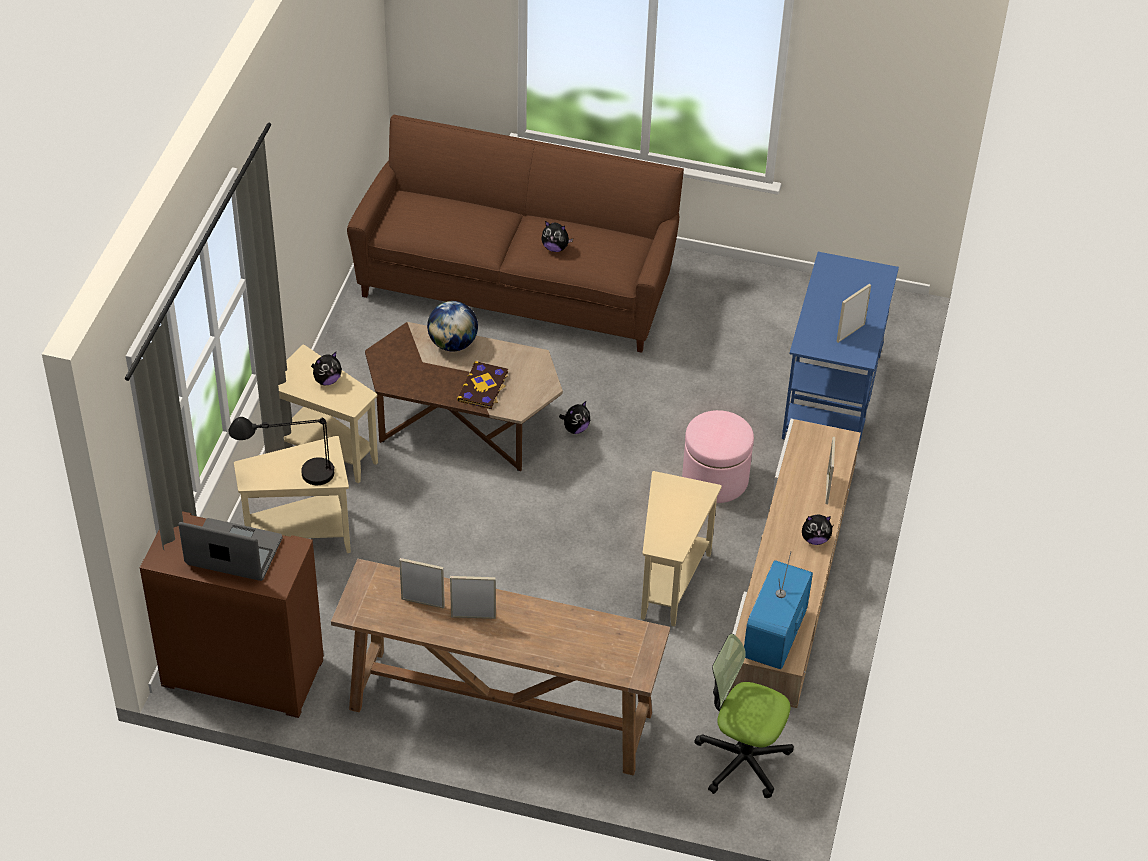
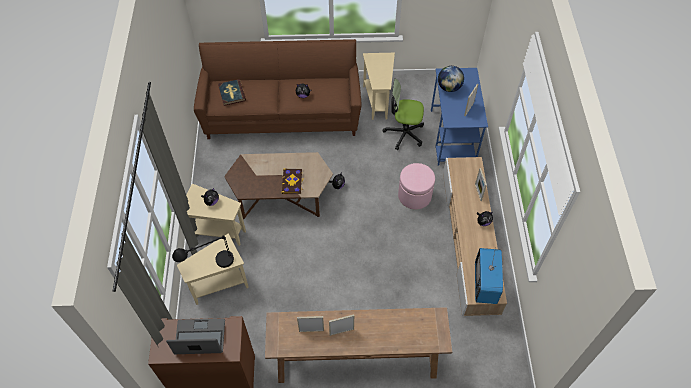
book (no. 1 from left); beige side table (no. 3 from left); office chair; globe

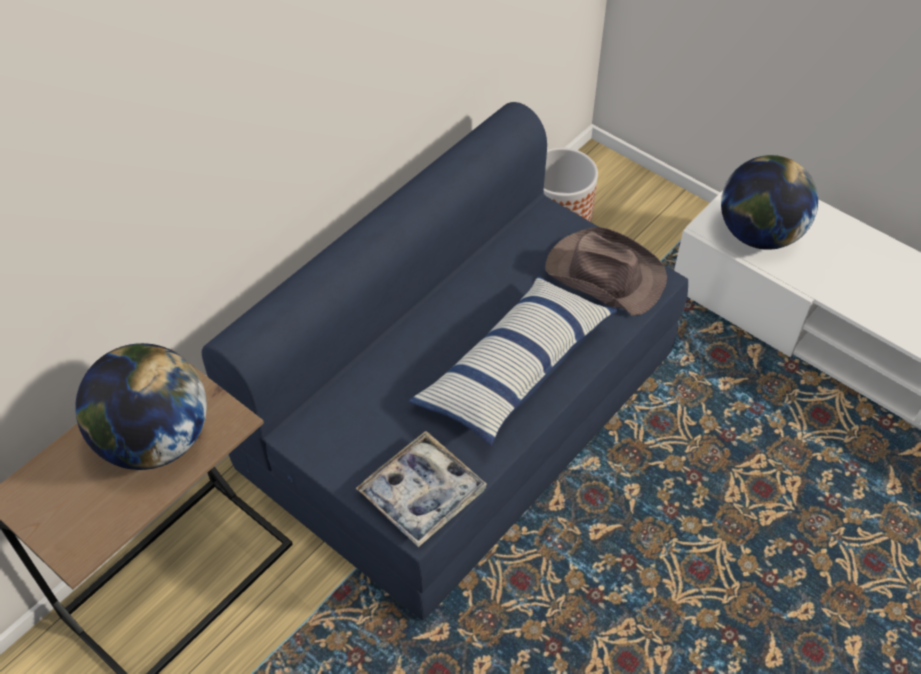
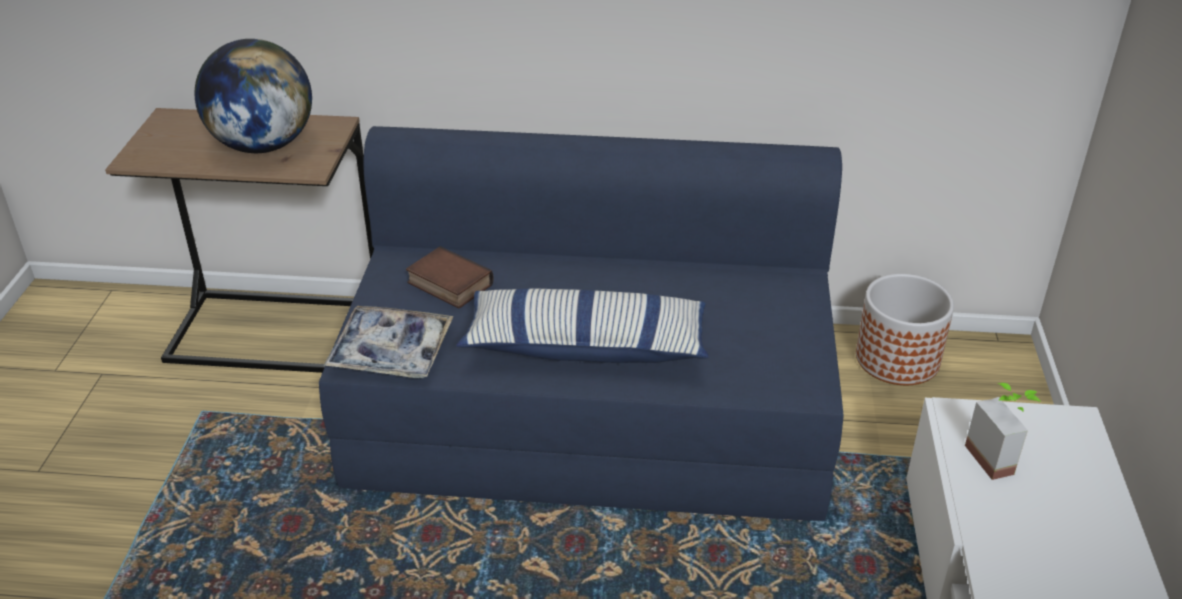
book; potted plant; brown hat

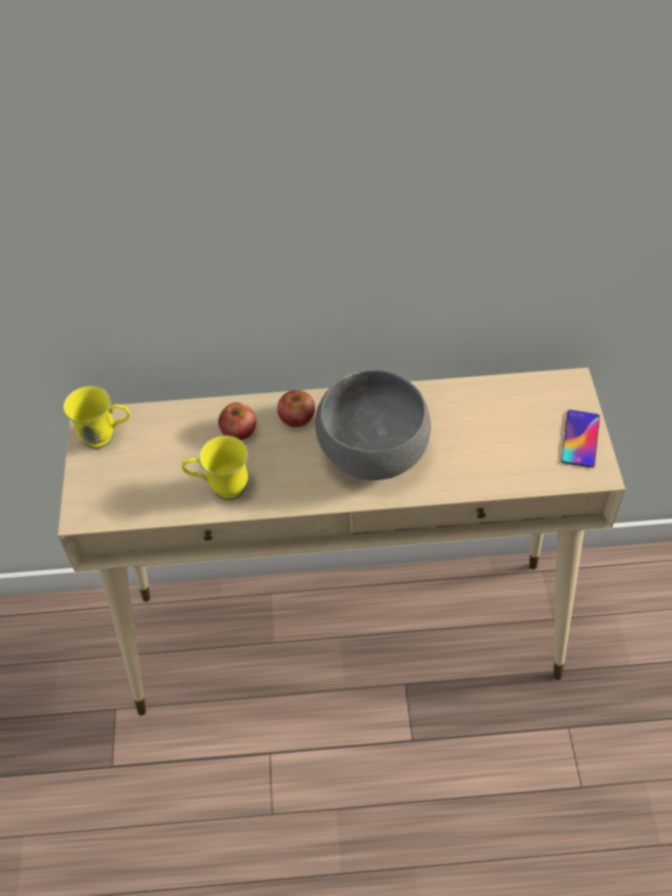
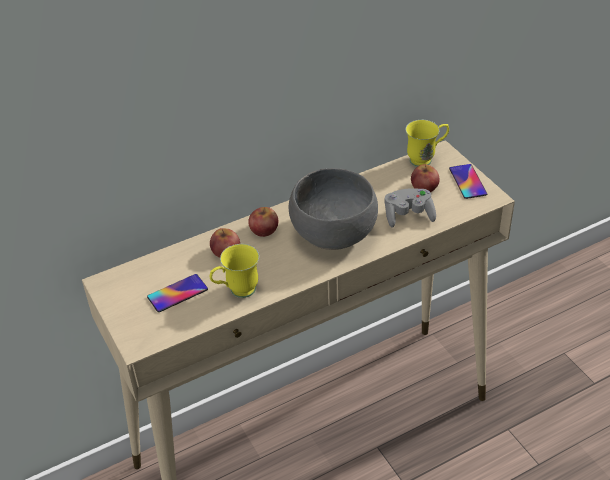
phone (no. 1 from left); grey game controller; yellow mug (no. 2 from left); apple (no. 3 from left)

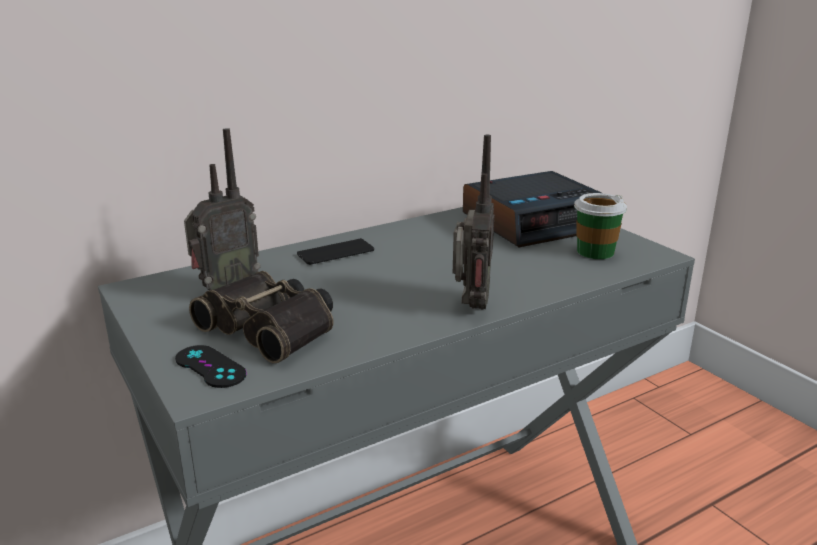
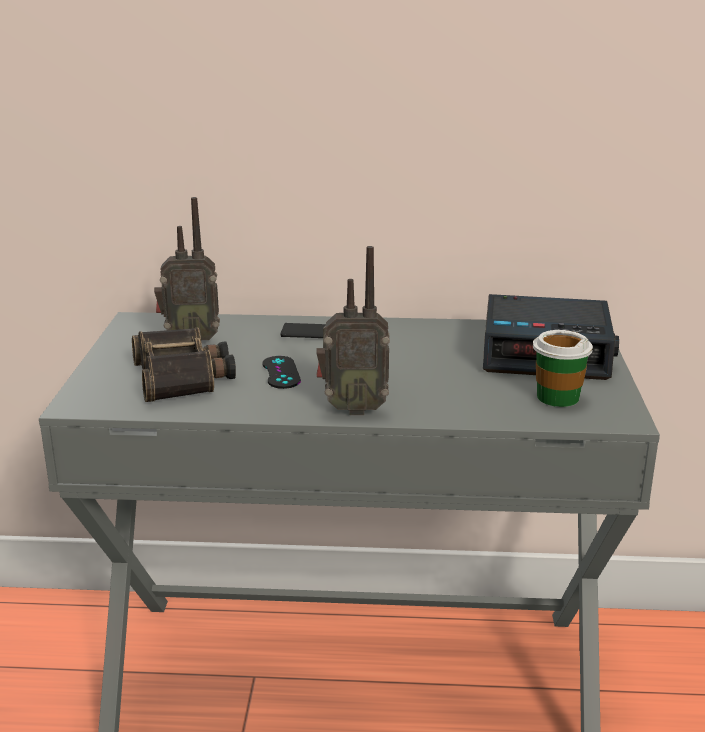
black game controller; radio (no. 2 from left)

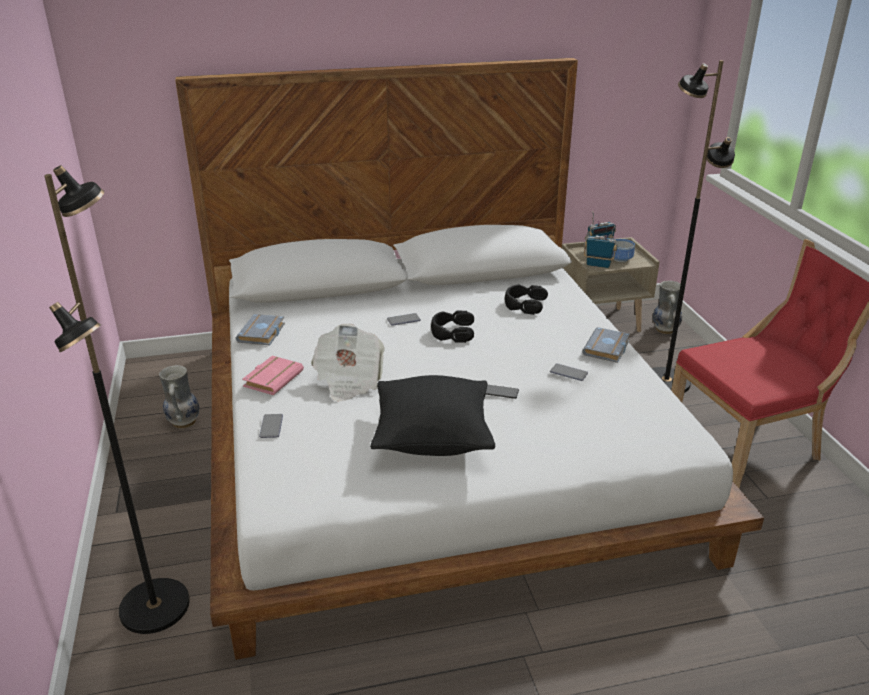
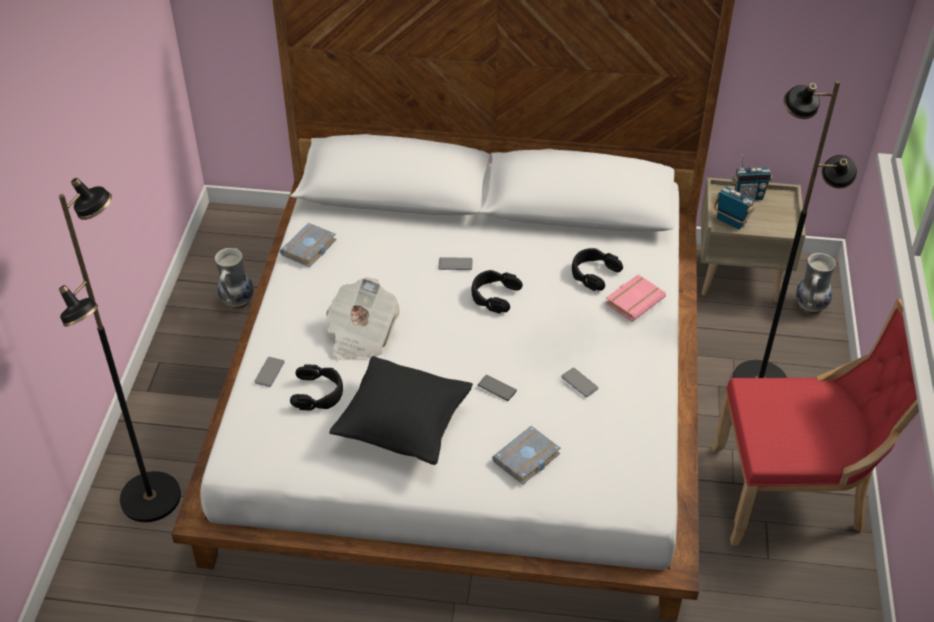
black headphones (no. 1 from left); grey book (no. 2 from left); pink book; bowl

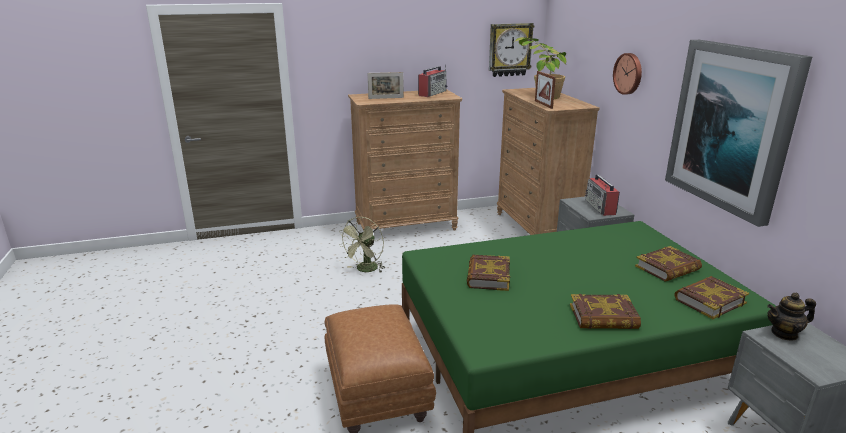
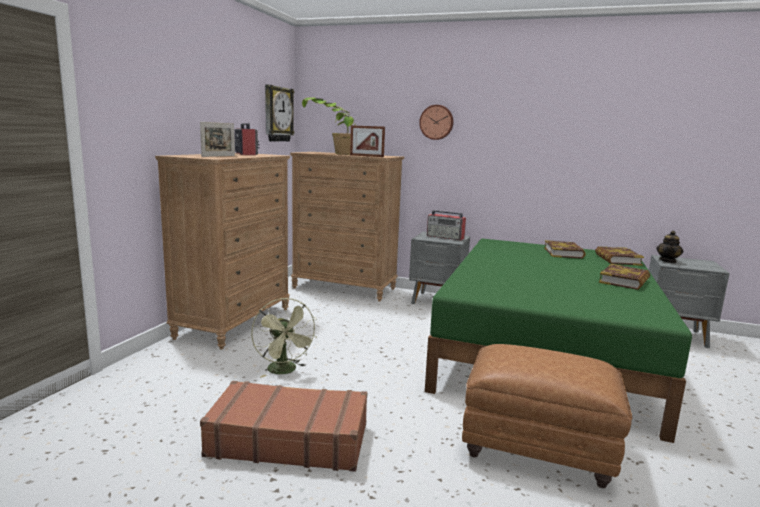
brown suitcase; book (no. 1 from left in the first image); picture

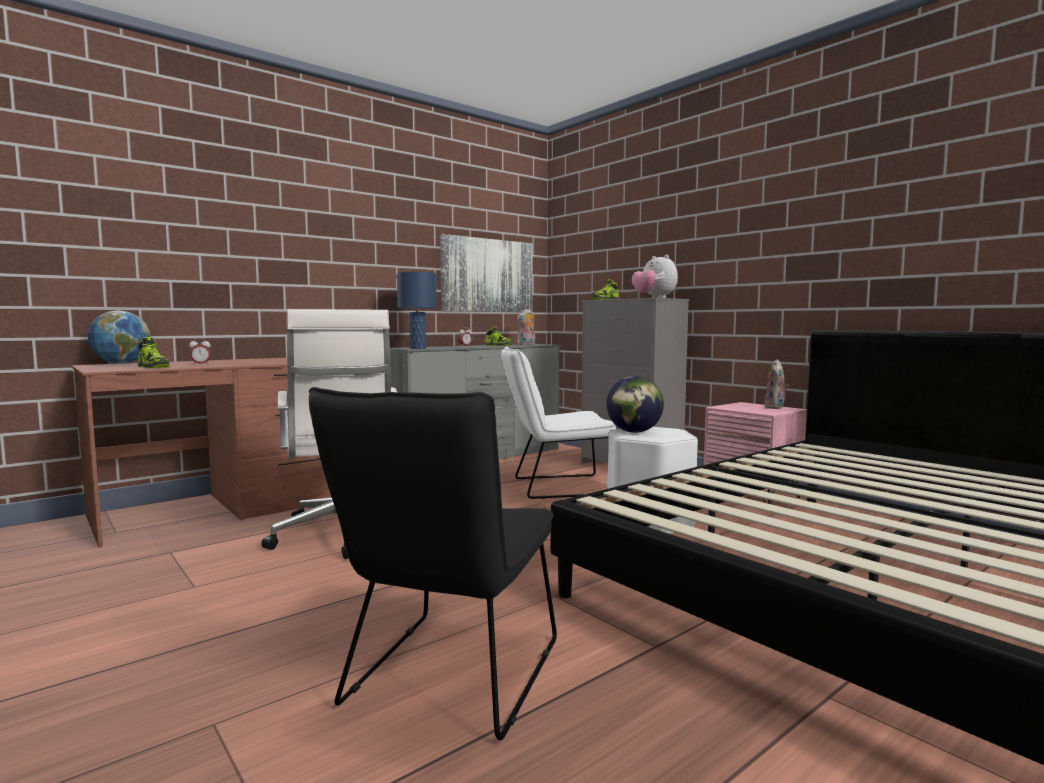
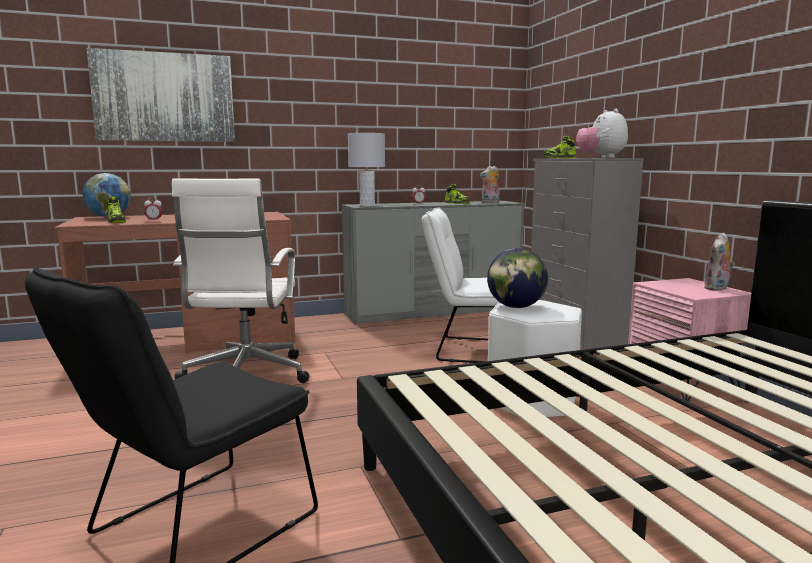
picture; grey table lamp

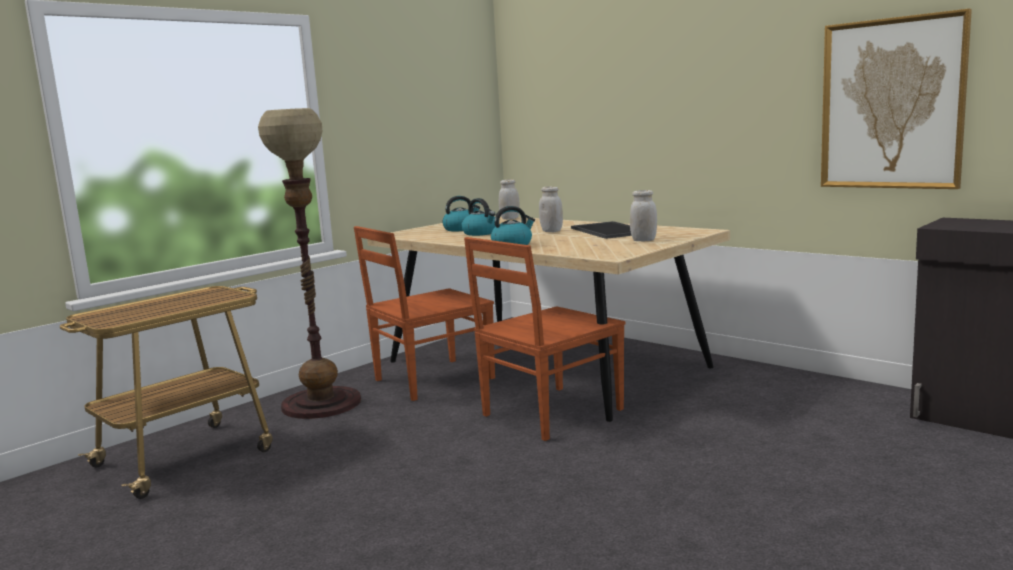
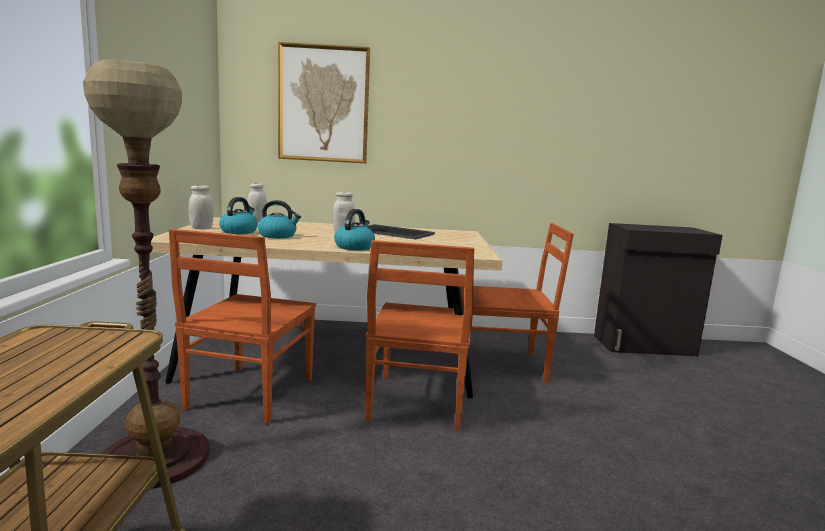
white jar (no. 1 from left); picture; brown chair (no. 3 from left)

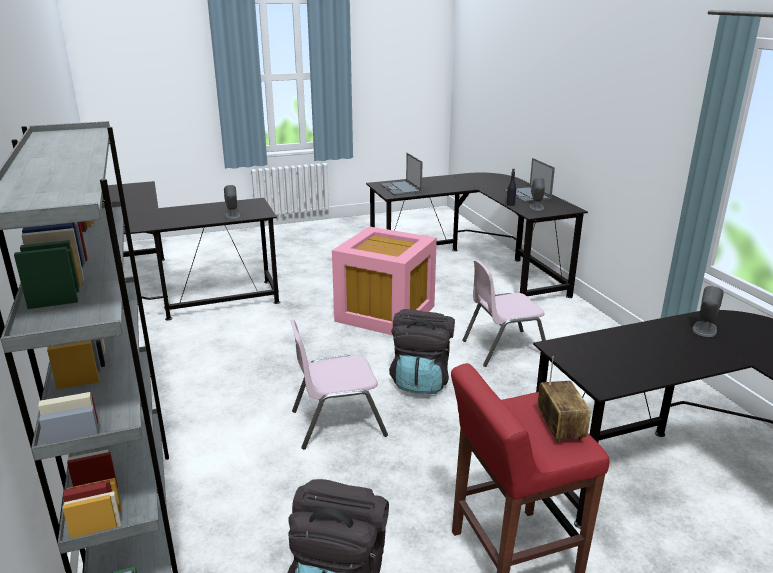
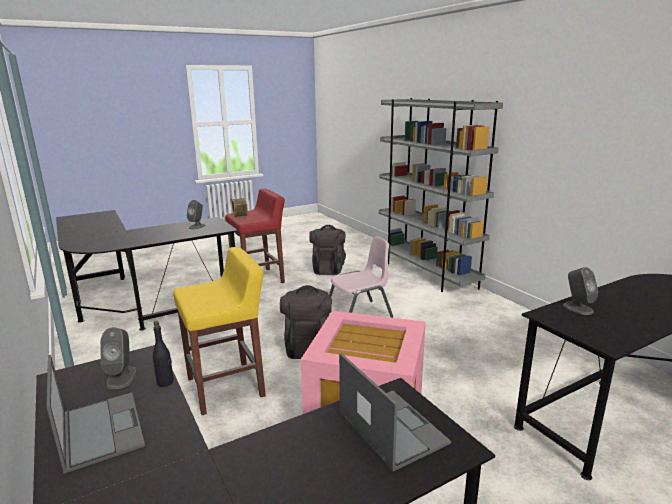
yellow stool; grey speaker (no. 2 from left)

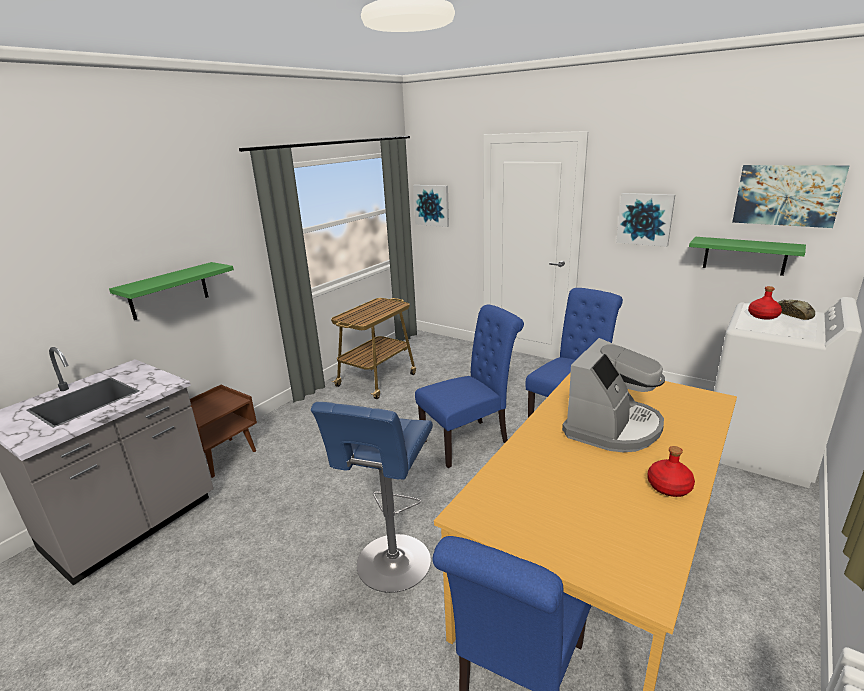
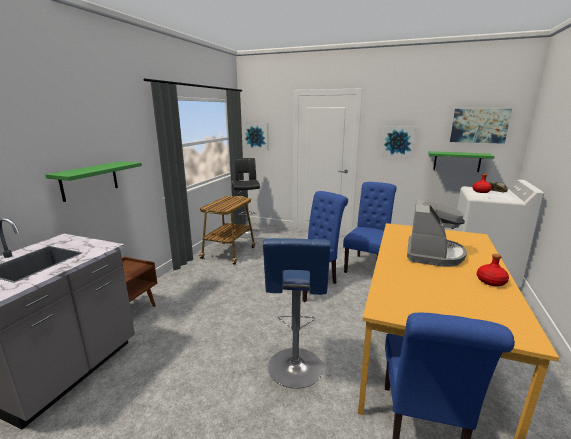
black stool

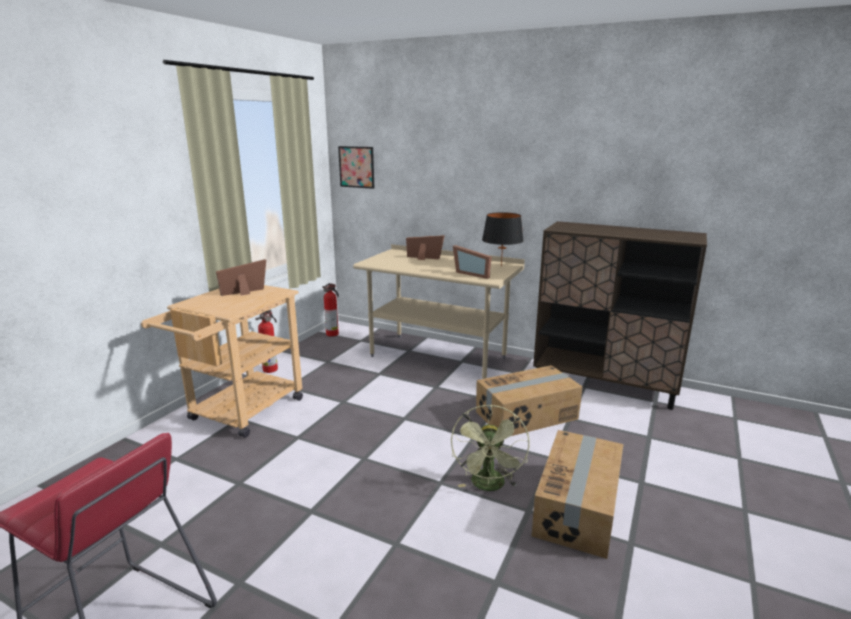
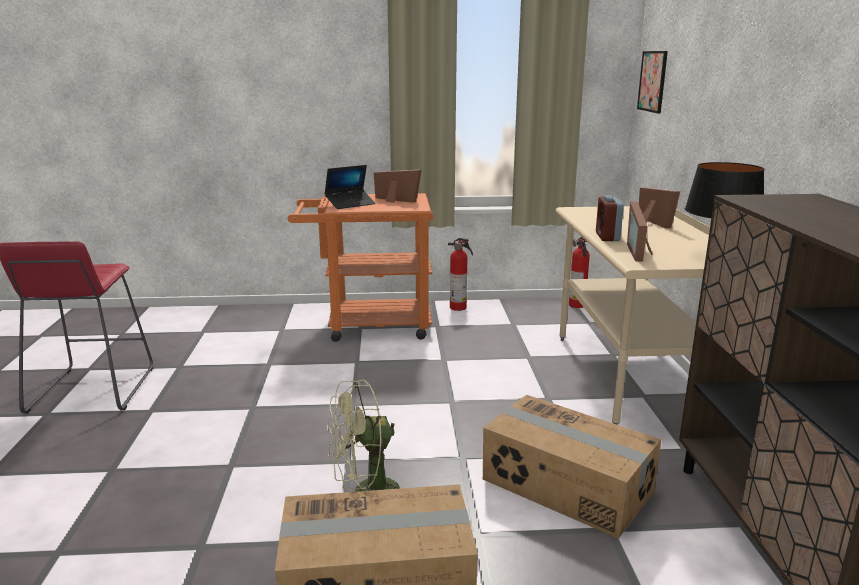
orange cart; laptop; alarm clock

